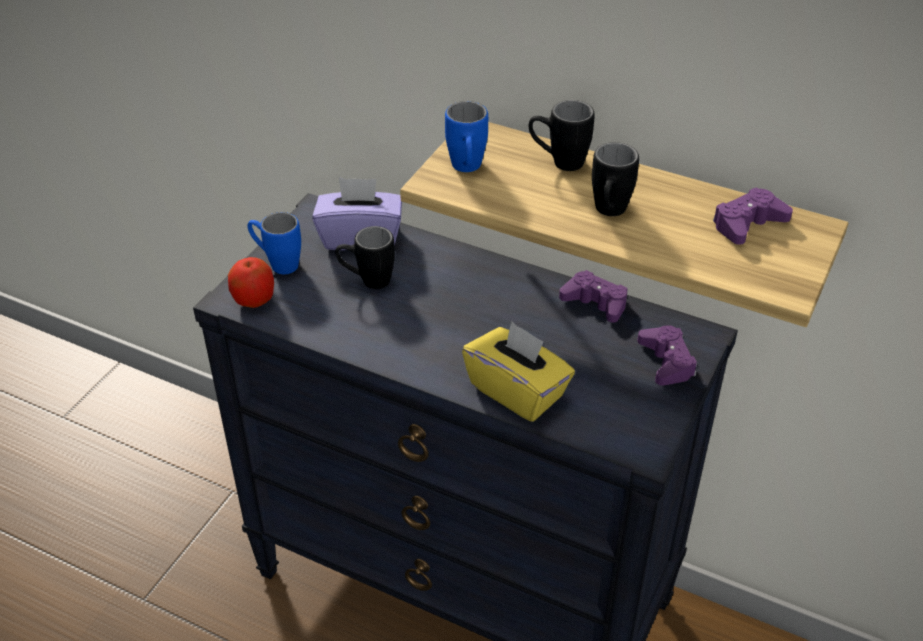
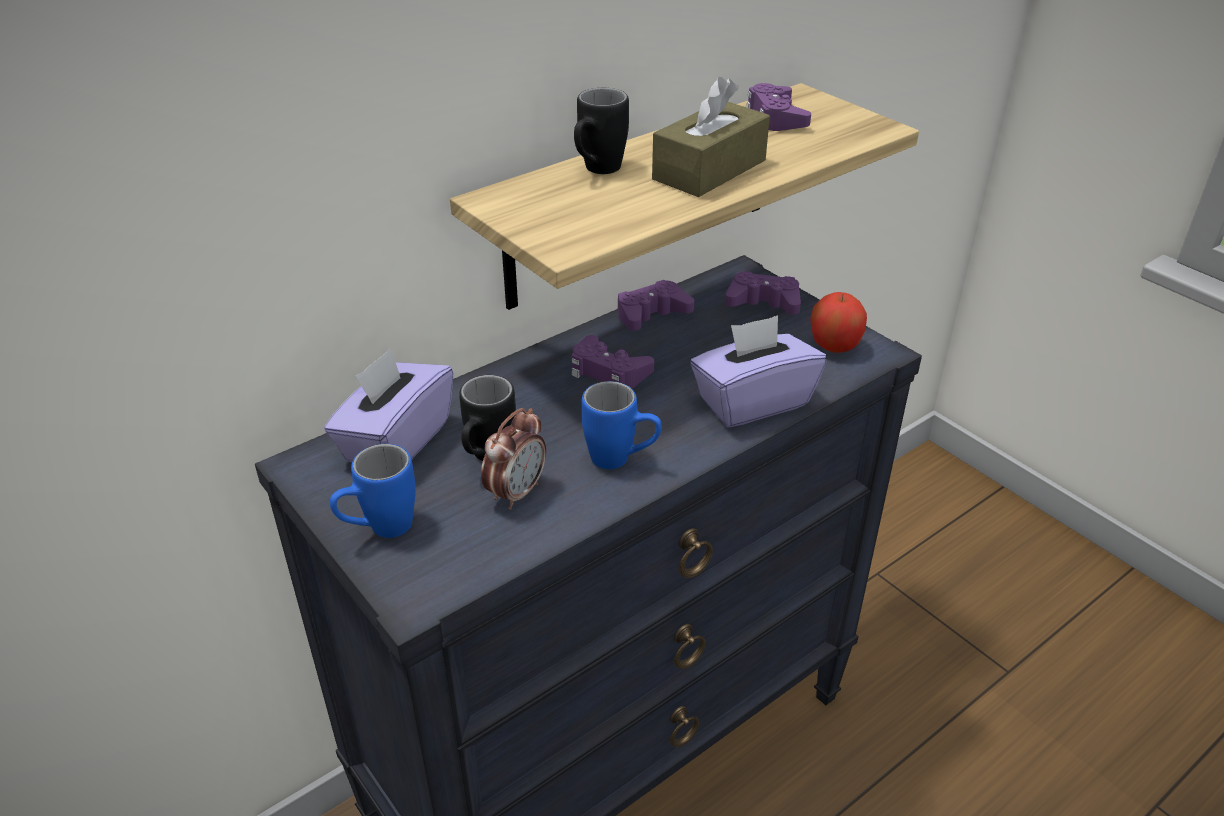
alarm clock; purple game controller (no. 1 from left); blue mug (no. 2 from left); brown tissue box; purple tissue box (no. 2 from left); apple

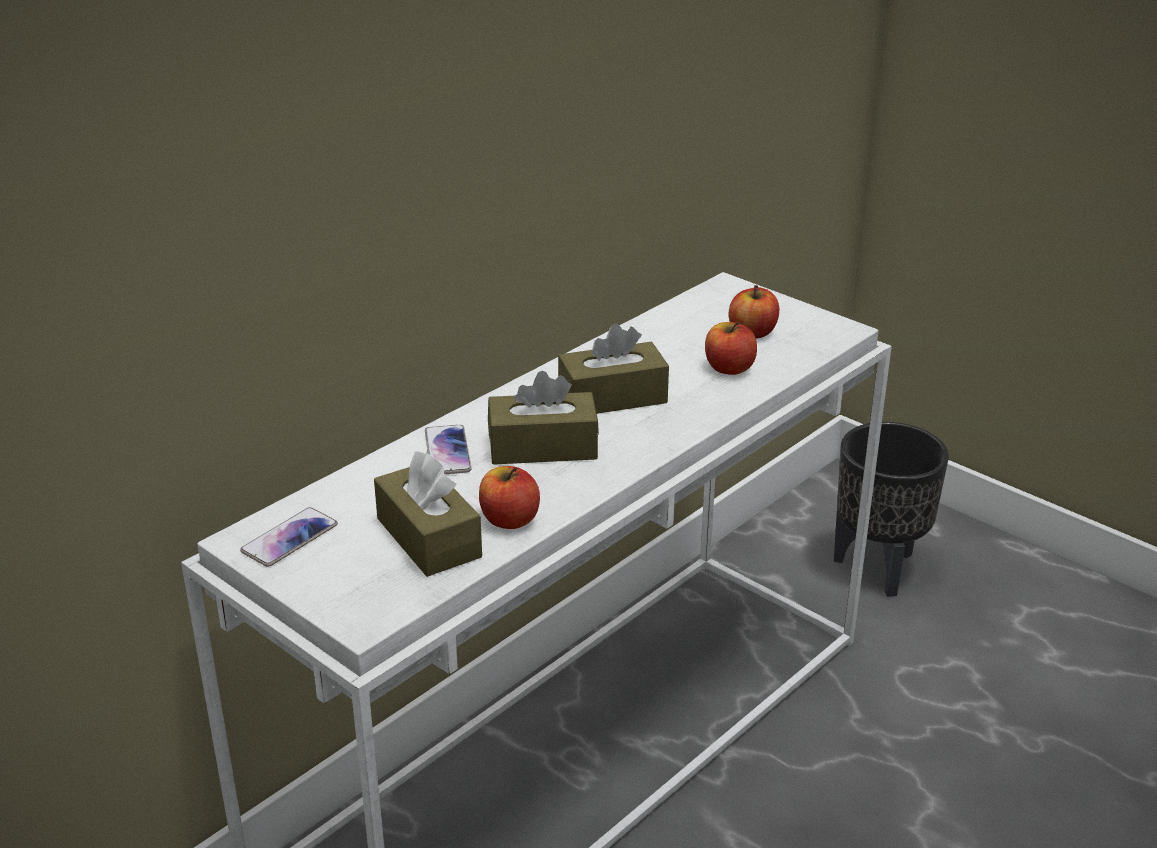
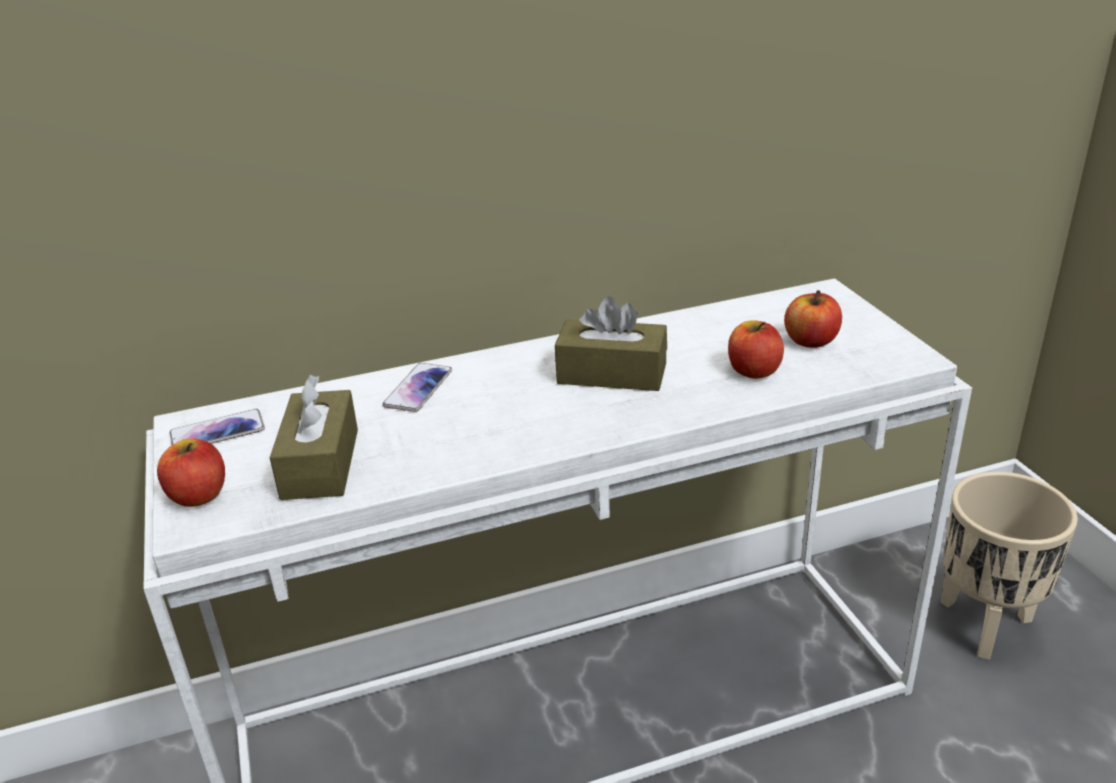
apple (no. 1 from left); beige planter; brown tissue box (no. 2 from left in the first image)

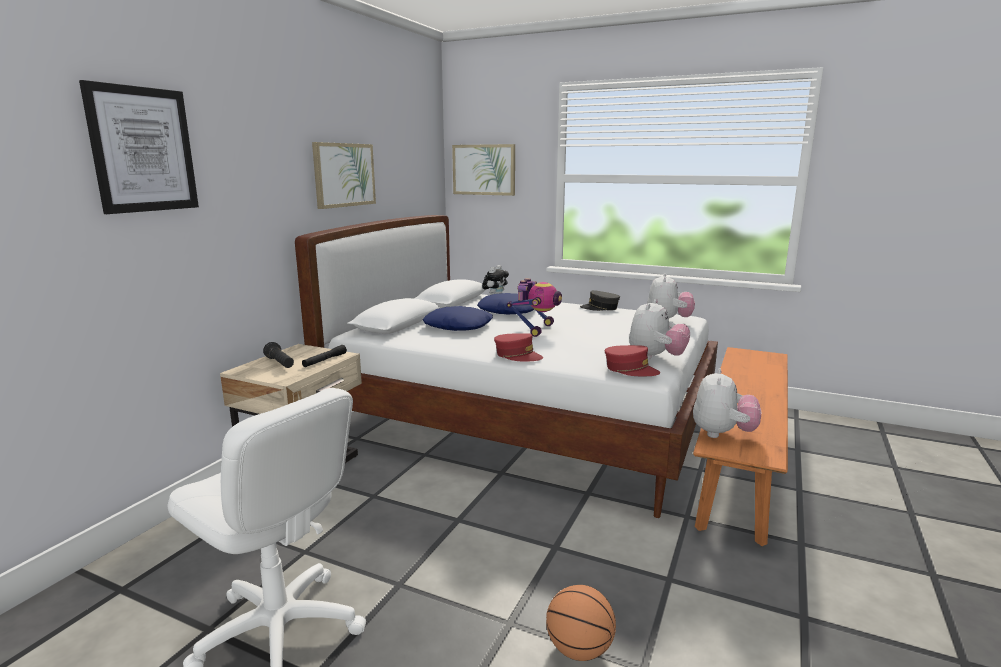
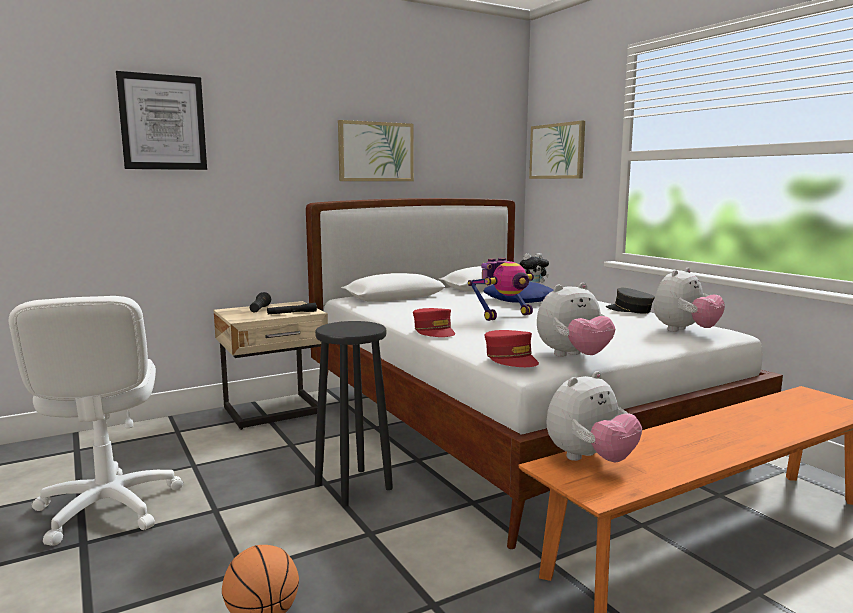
black stool; blue pillow (no. 1 from left in the first image)

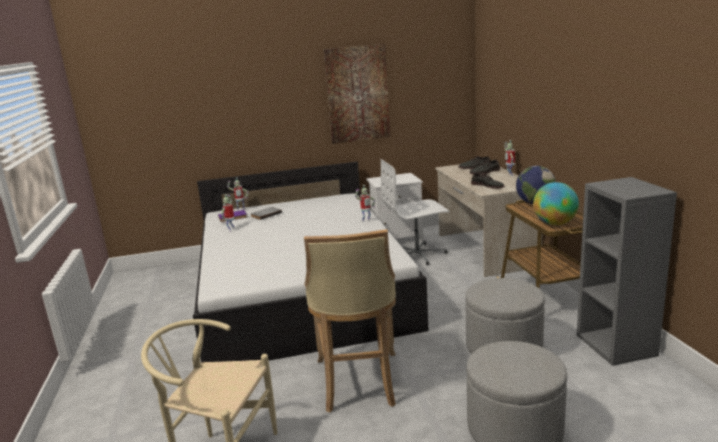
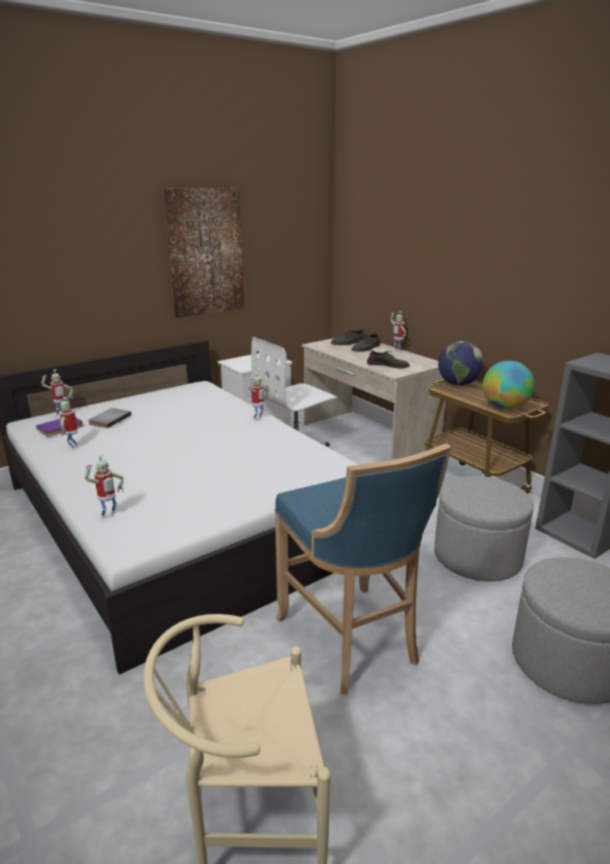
toy robot (no. 3 from left); blue stool

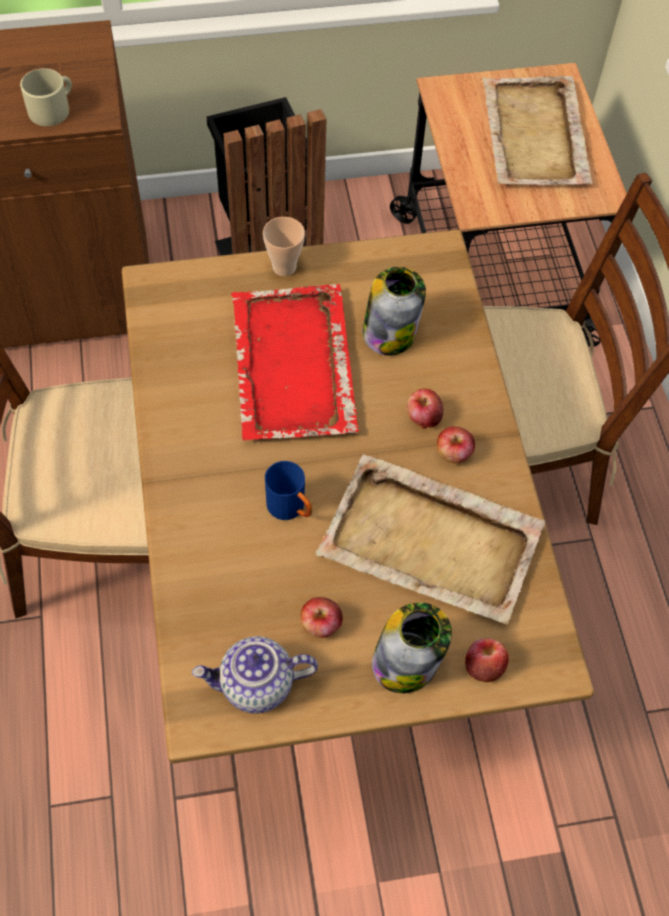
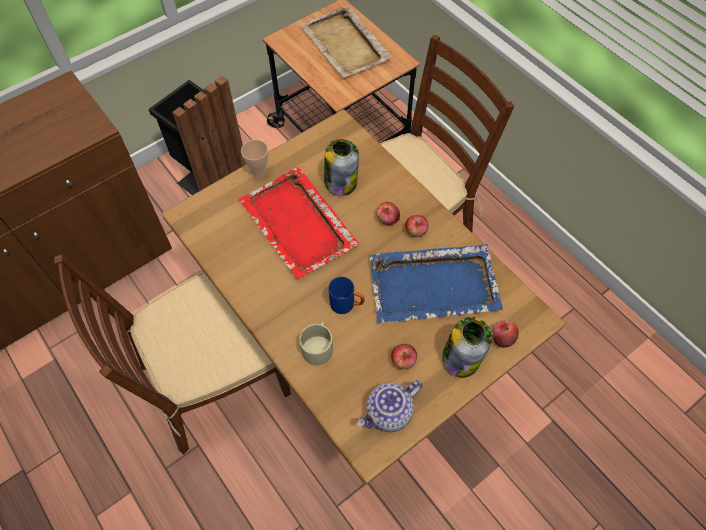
beige mug; blue tray

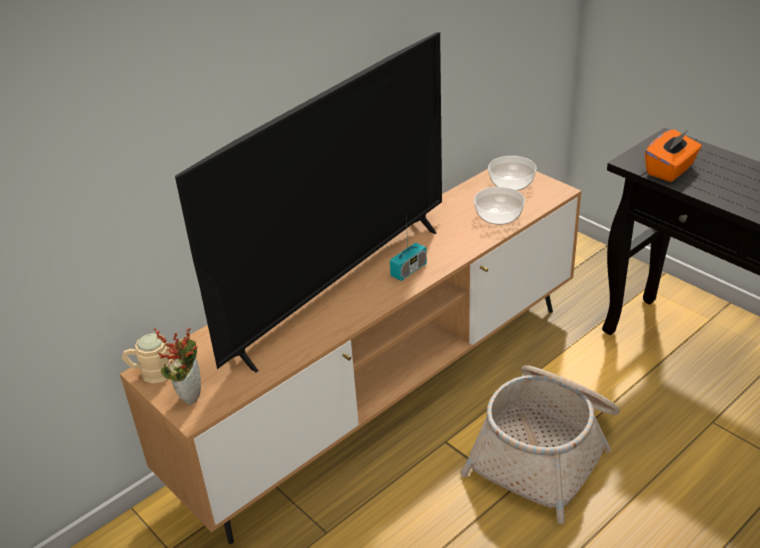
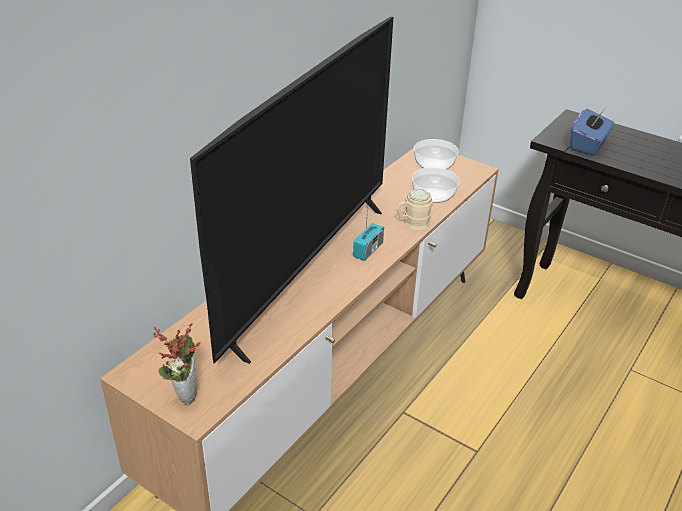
beige mug; blue tissue box; basket

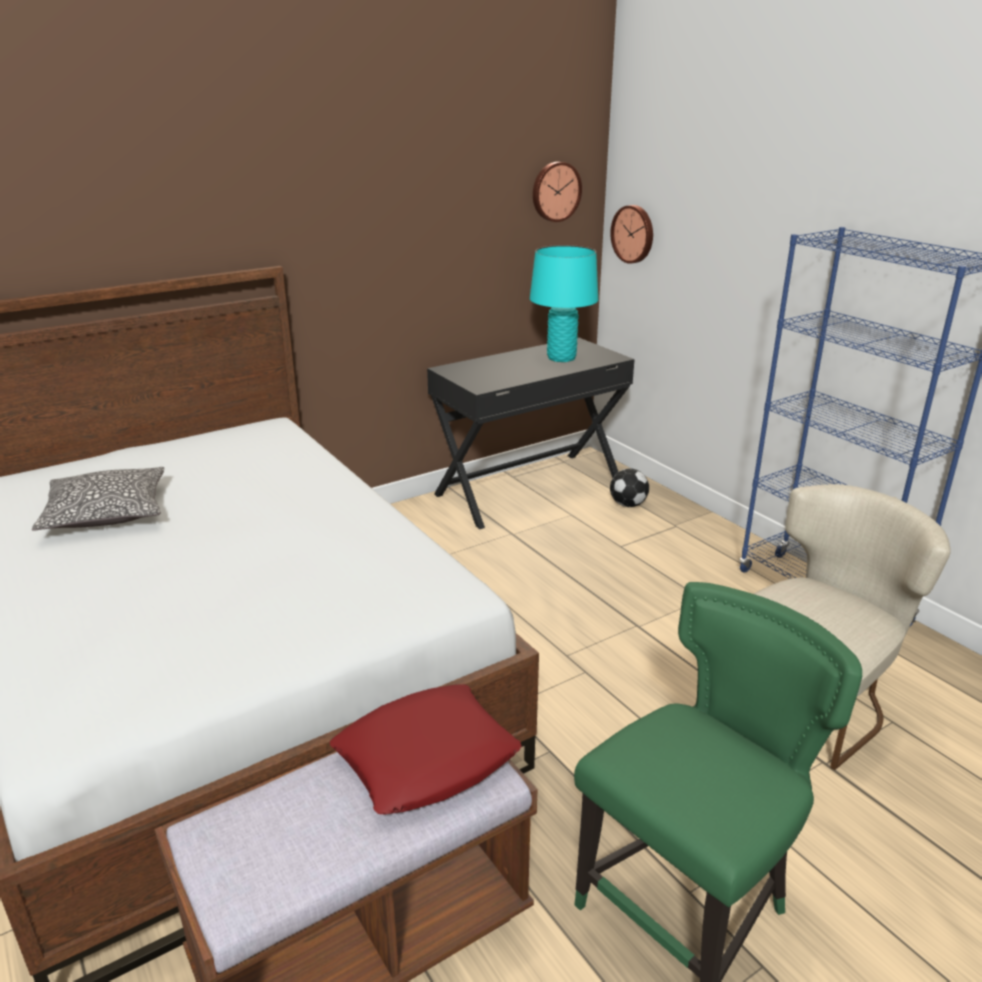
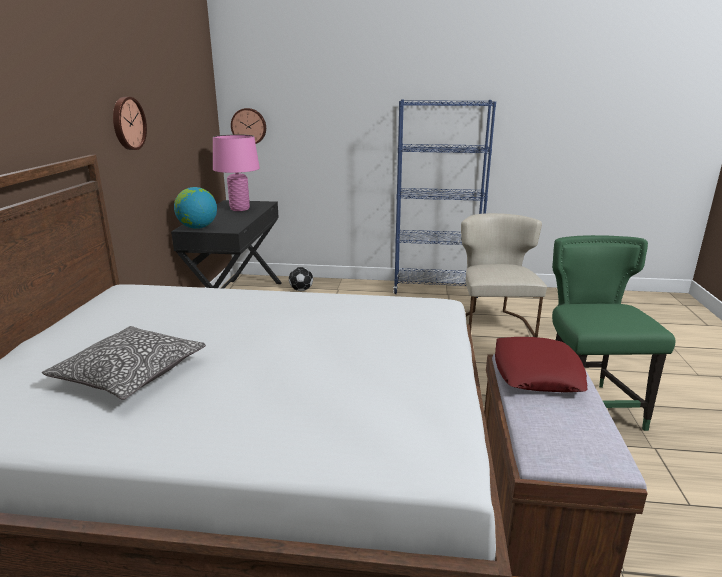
wall clock (no. 1 from left); globe; pink table lamp

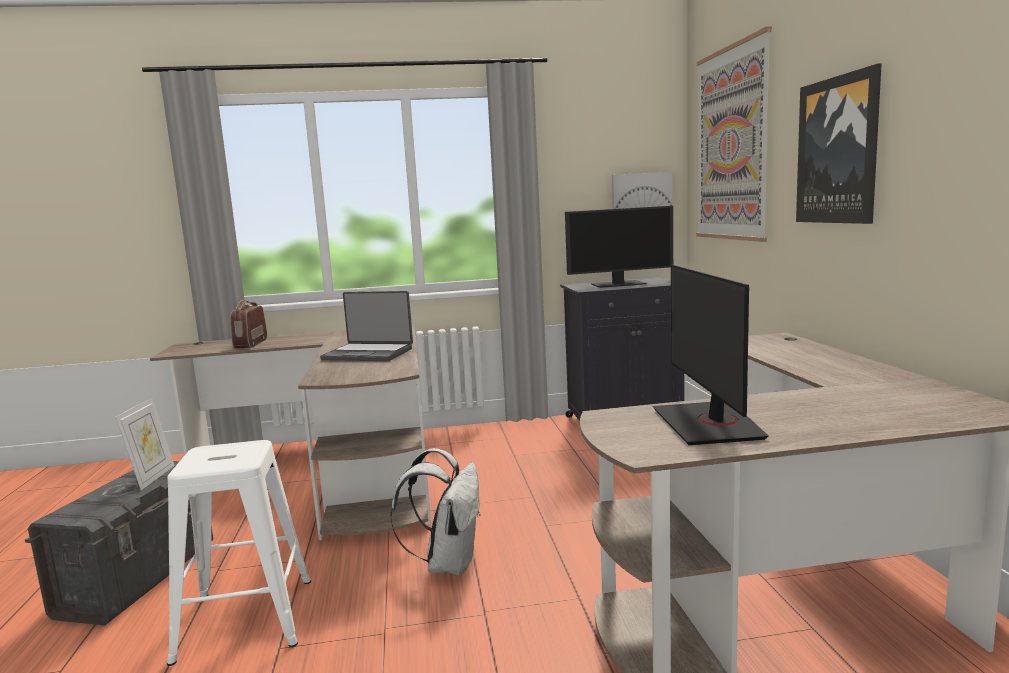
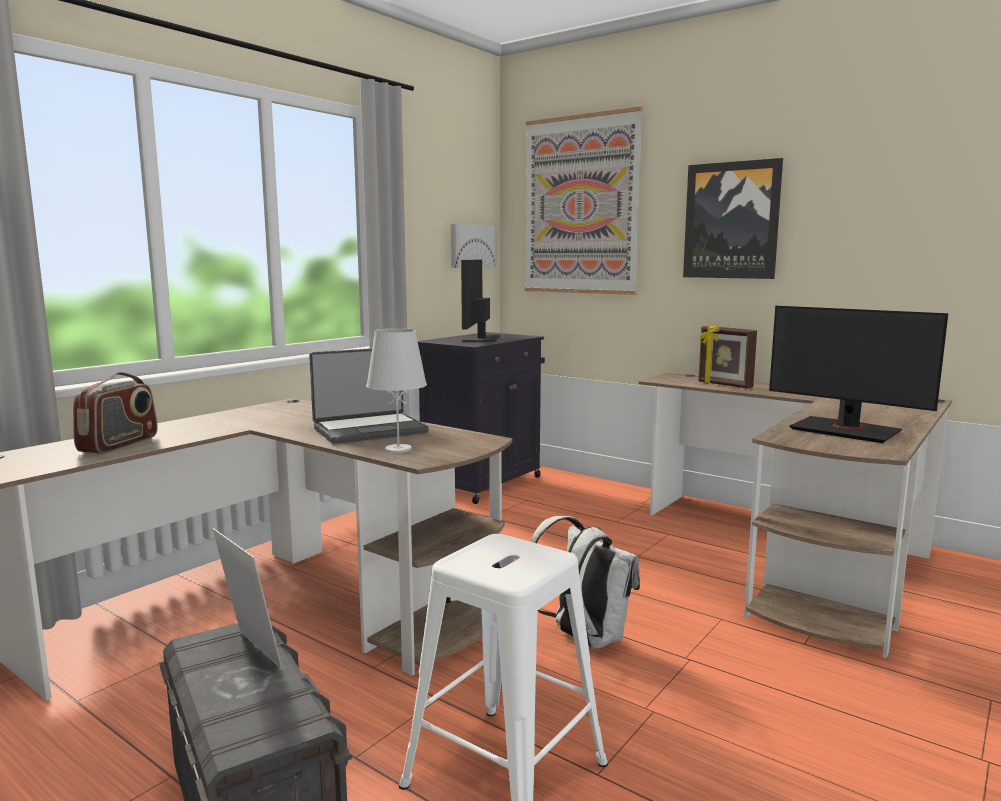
radio; white table lamp; monitor (no. 1 from left); picture frame (no. 2 from left)

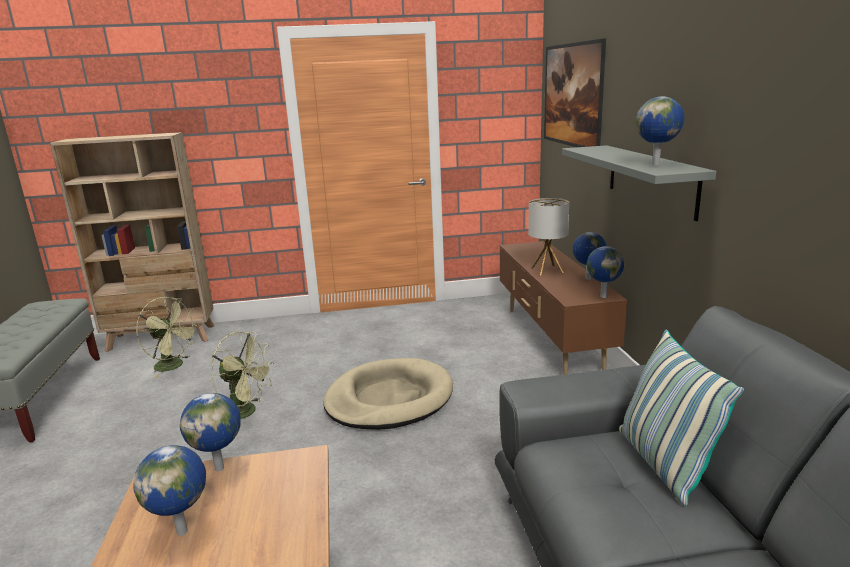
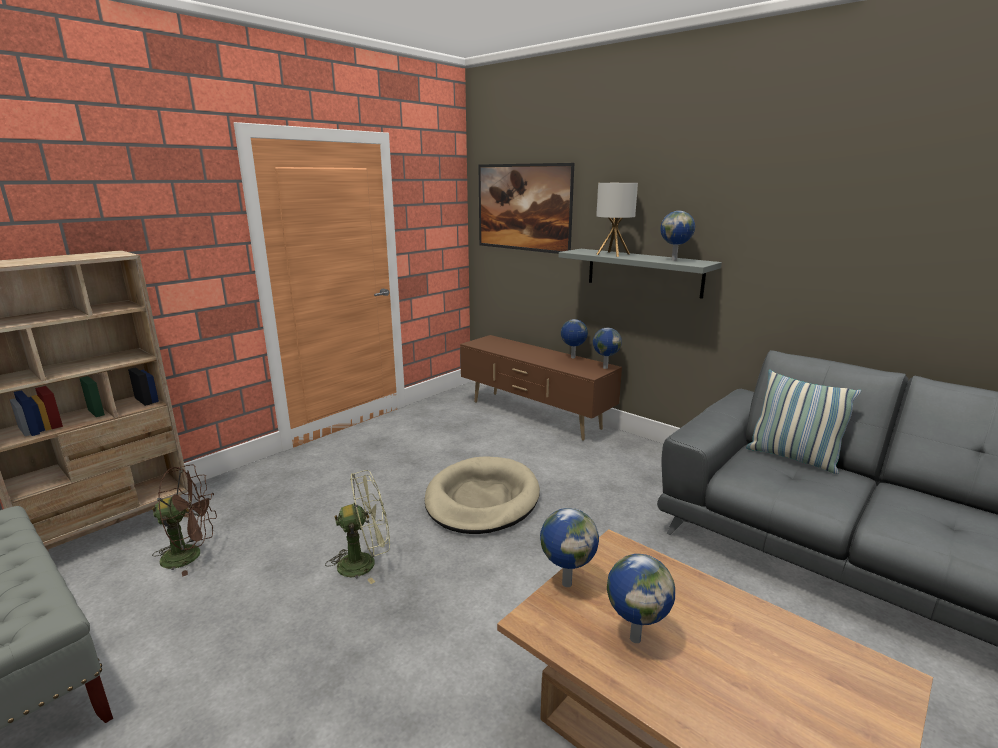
brown fan; table lamp

